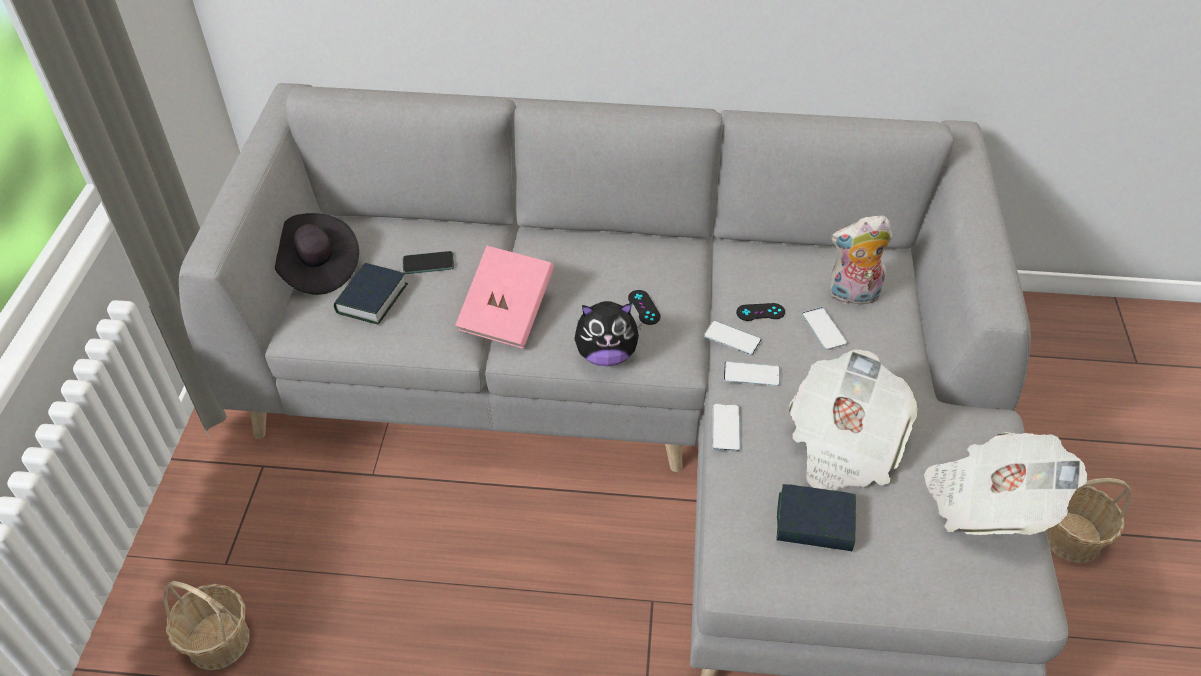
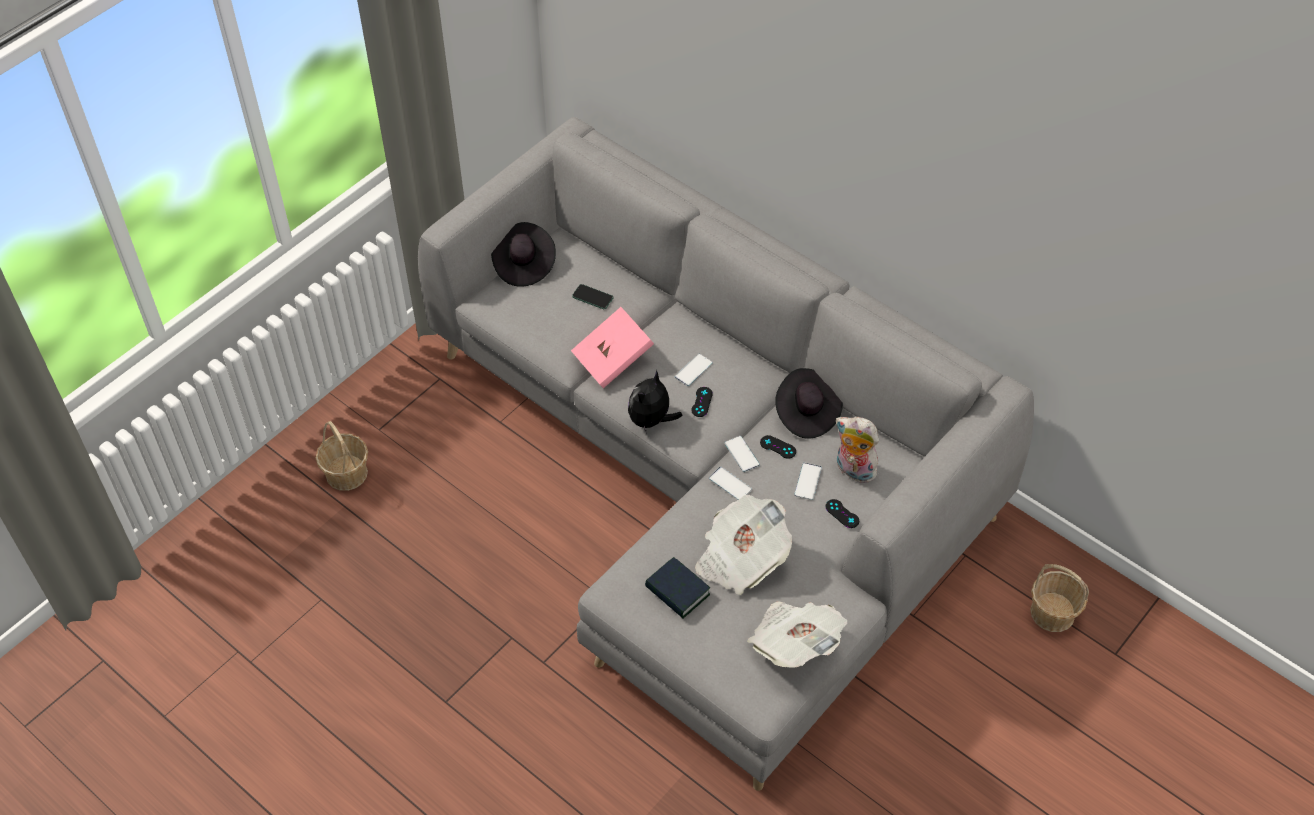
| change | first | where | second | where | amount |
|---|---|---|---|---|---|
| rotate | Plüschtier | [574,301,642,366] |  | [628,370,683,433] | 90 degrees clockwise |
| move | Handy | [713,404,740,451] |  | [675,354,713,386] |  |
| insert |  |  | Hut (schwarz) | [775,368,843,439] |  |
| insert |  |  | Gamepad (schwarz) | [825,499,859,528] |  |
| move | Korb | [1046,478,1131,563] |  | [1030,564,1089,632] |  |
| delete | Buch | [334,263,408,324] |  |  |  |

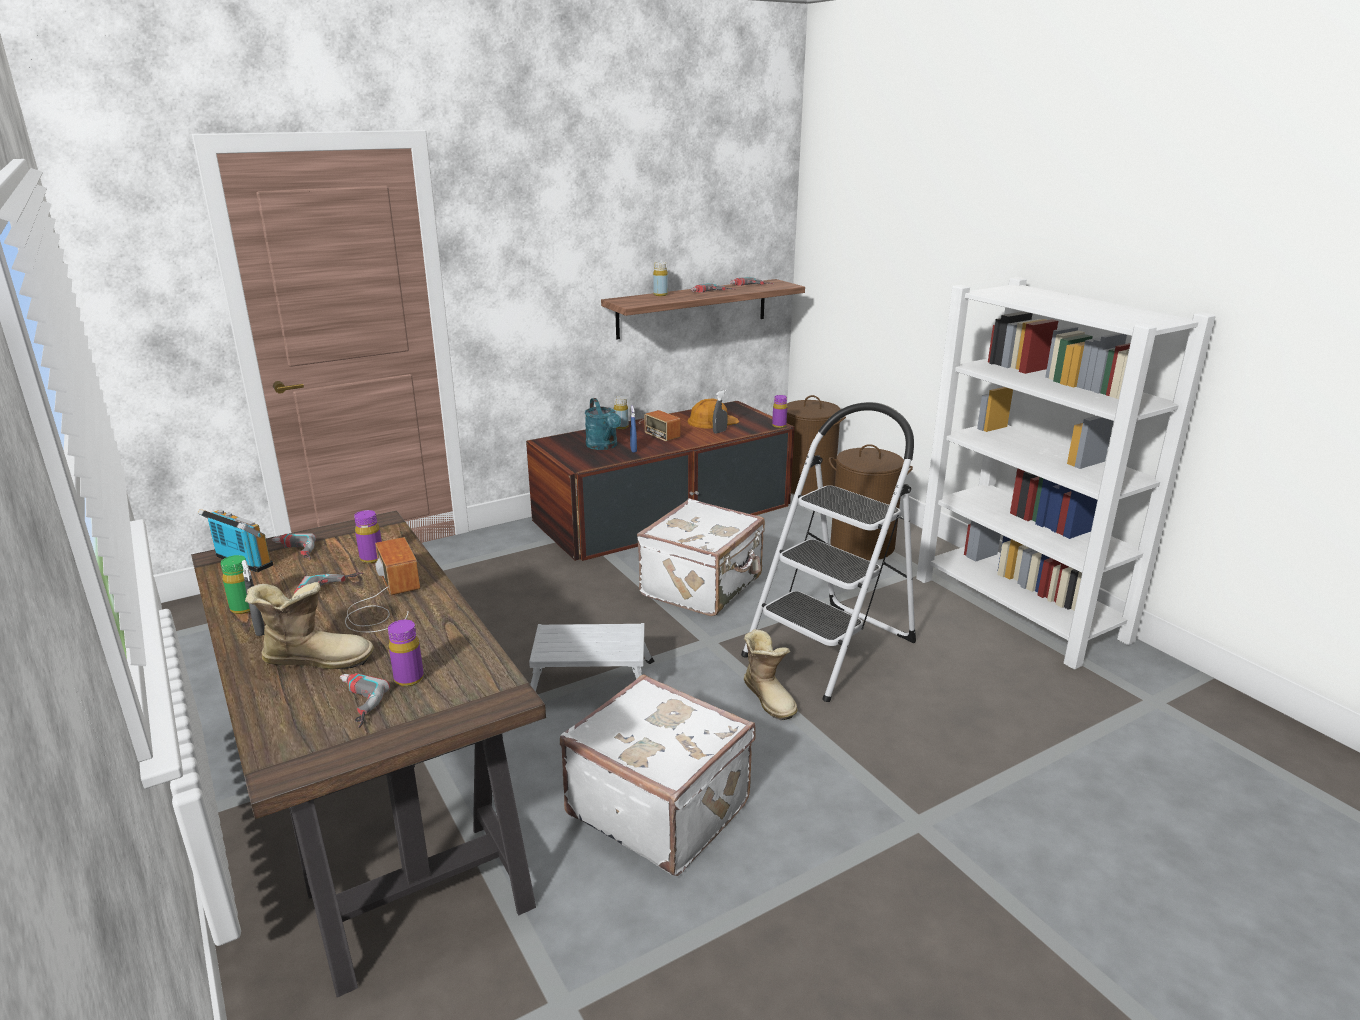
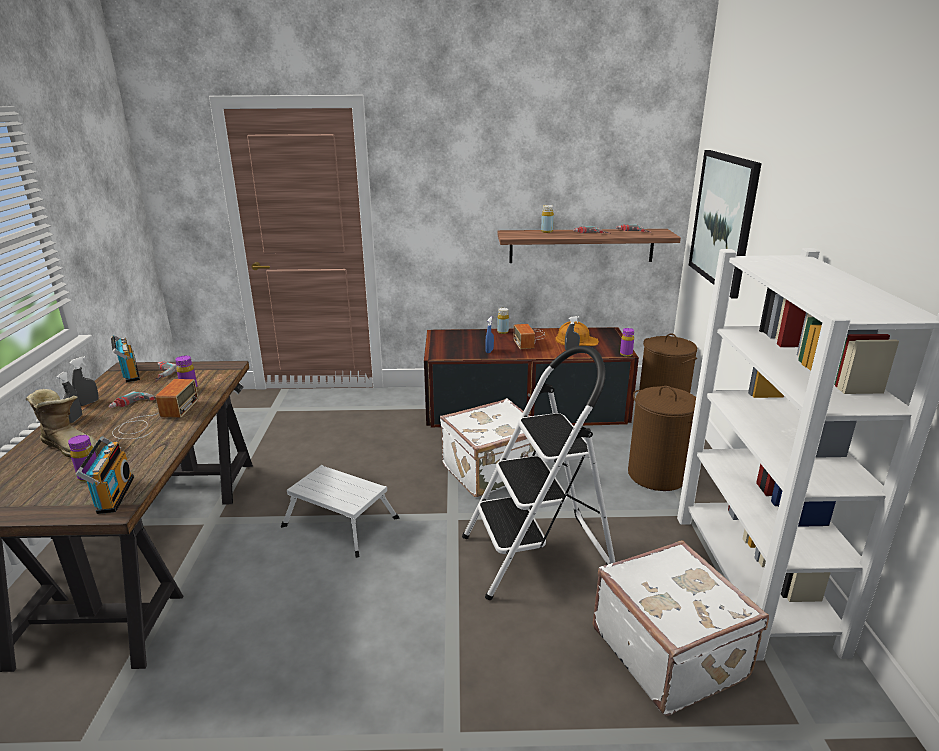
| change | first | where | second | where | amount |
|---|---|---|---|---|---|
| replace | Flasche (grün) | [221,555,250,614] | Sprühflasche (grau) | [70,356,99,406] |  |
| insert |  |  | Radio | [76,436,134,514] |  |
| move | Koffer (weiß) | [560,674,756,876] |  | [593,540,769,716] |  |
| insert |  |  | Bild | [689,150,762,298] |  |
| delete | Bohrmaschine | [340,673,390,728] |  |  |  |
| delete | Gießkanne (türkis) | [585,398,621,450] |  |  |  |
| delete | Stiefel | [744,629,798,720] |  |  |  |

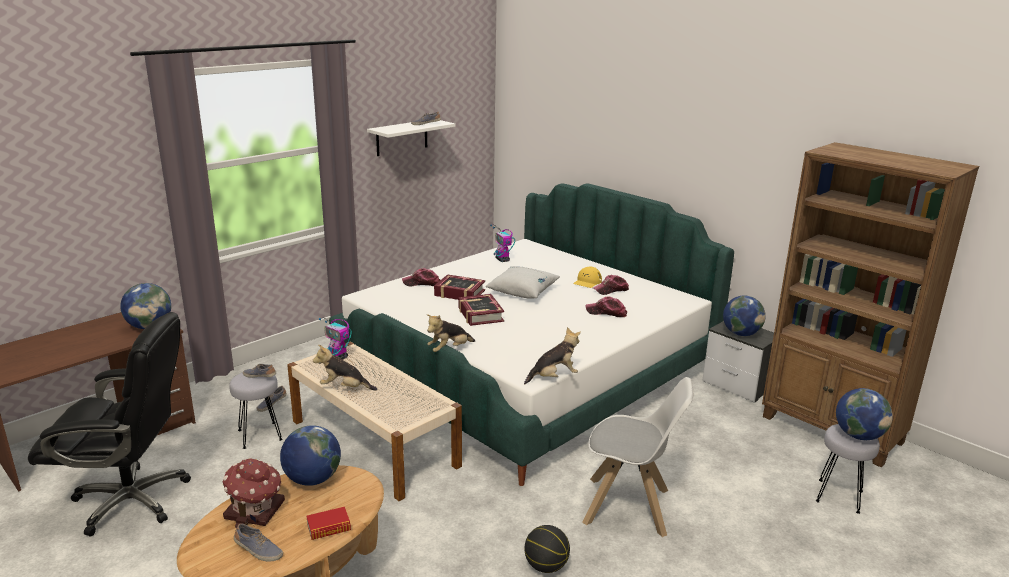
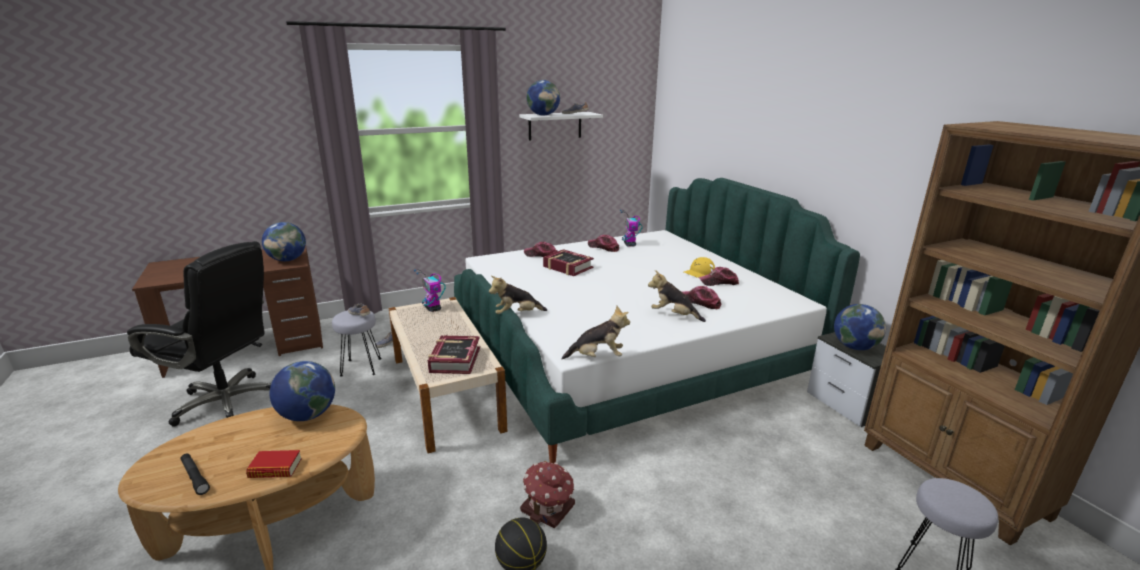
| change | first | where | second | where | amount |
|---|---|---|---|---|---|
| replace | Schuh | [234,523,283,561] | Taschenlampe (schwarz) | [180,454,210,495] |  |
| move | Buch | [458,294,504,326] |  | [428,335,480,374] |  |
| move | Spielzeughaus | [223,458,285,528] |  | [520,461,575,528] |  |
| move | Globus | [836,388,893,440] |  | [526,80,560,116] |  |
| insert |  |  | Kappe | [588,235,619,252] |  |
| move | Plüschtier | [313,345,377,391] |  | [648,270,706,322] |  |
| delete | Kissen (grau) | [486,266,560,299] |  |  |  |
| delete | Stuhl | [582,377,693,537] |  |  |  |

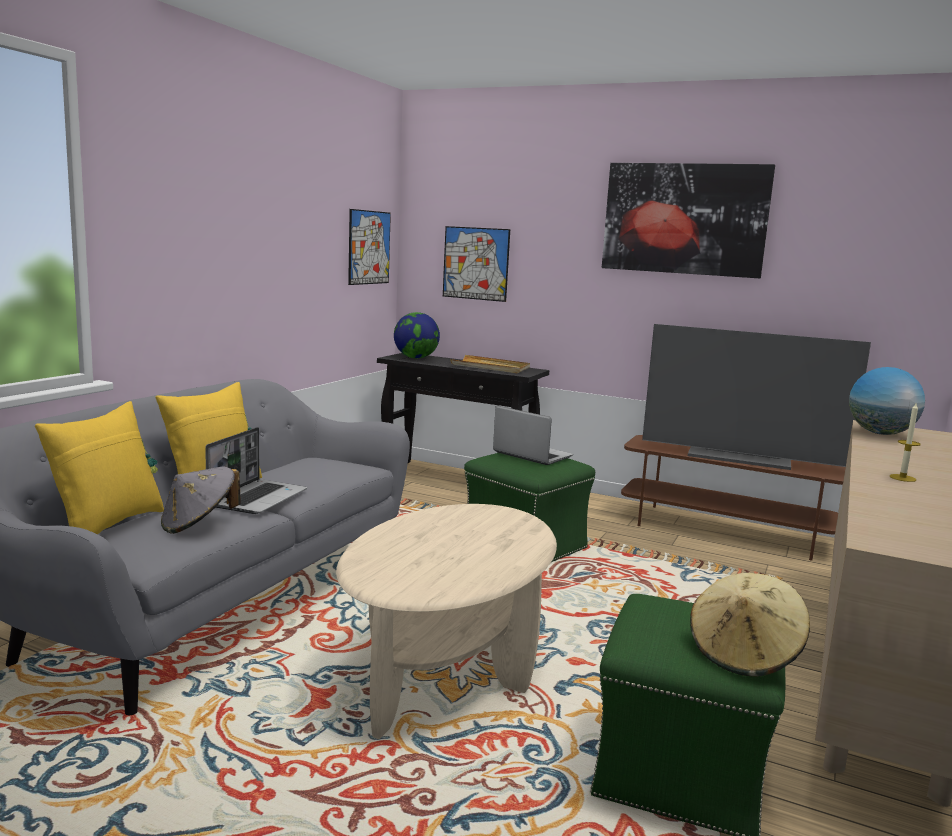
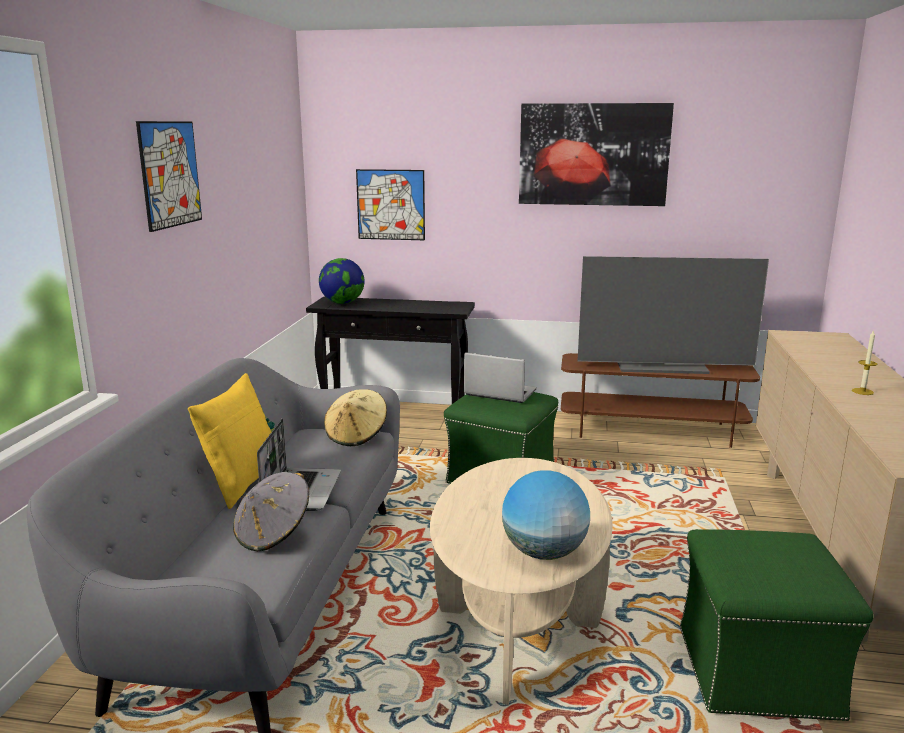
| change | first | where | second | where | amount |
|---|---|---|---|---|---|
| move | Bild | [348,209,391,285] |  | [136,121,202,232] |  |
| move | Hut (beige) | [690,573,810,677] |  | [324,389,387,446] |  |
| move | Globus | [849,367,925,435] |  | [502,470,590,560] |  |
| delete | Kissen (gelb) | [35,401,164,534] |  |  |  |
| delete | Tablett (beige) | [450,355,530,373] |  |  |  |

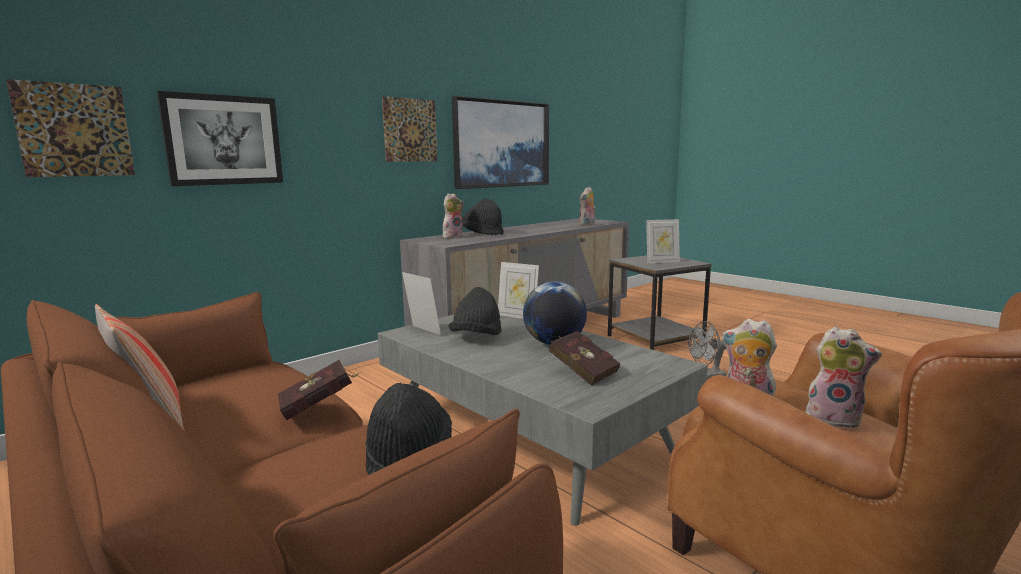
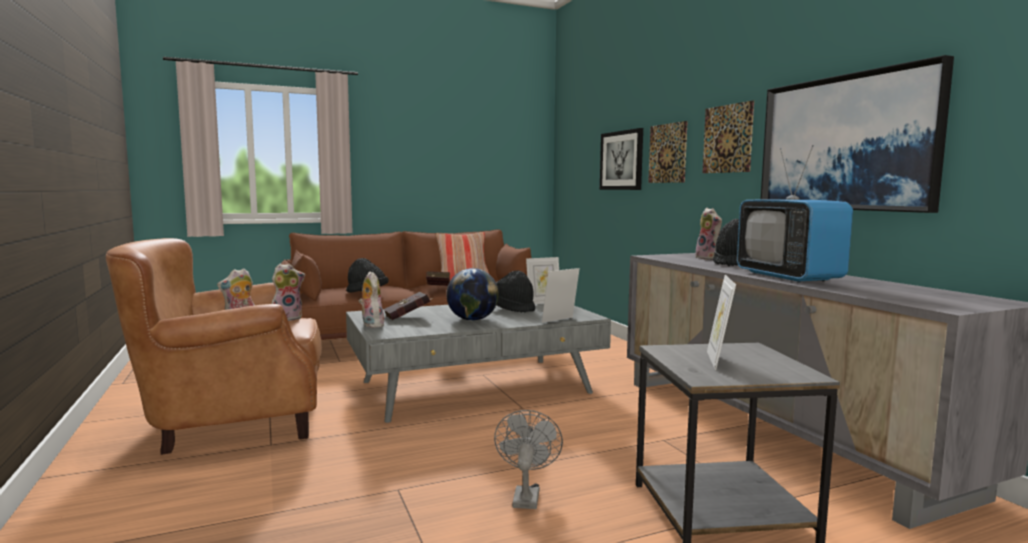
| change | first | where | second | where | amount |
|---|---|---|---|---|---|
| move | Plüschtier | [579,187,596,226] |  | [358,271,384,328] |  |
| move | Bild | [6,79,135,177] |  | [648,121,688,183] |  |
| insert |  |  | Fernseher | [737,145,853,283] |  |

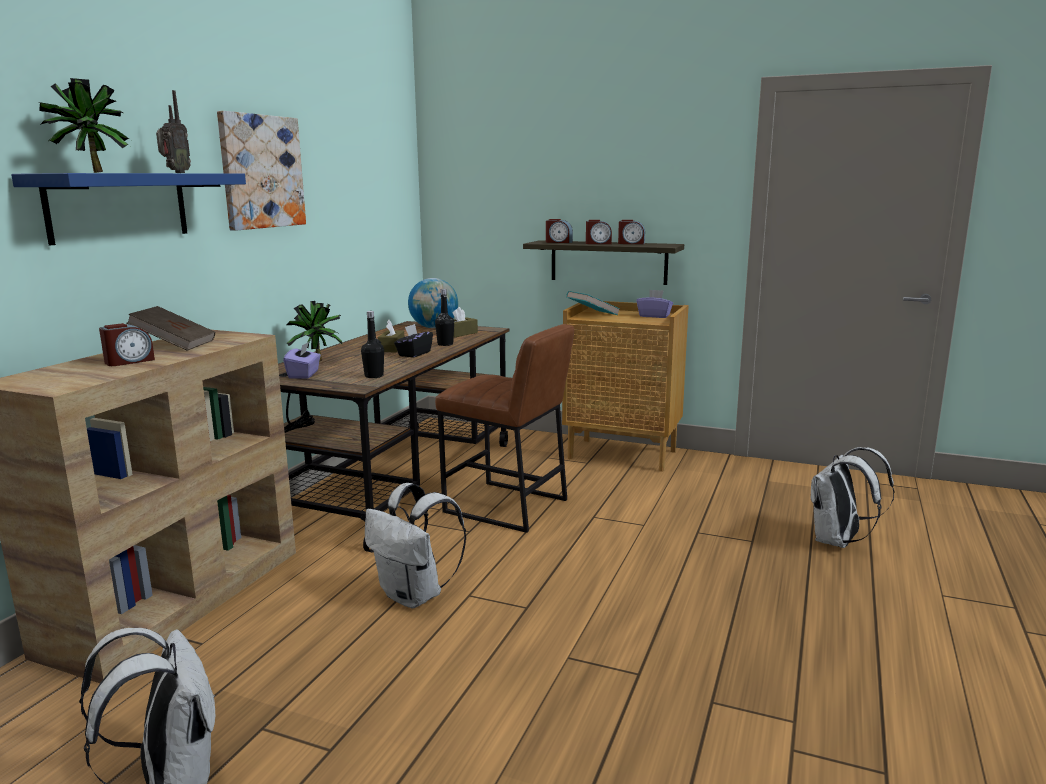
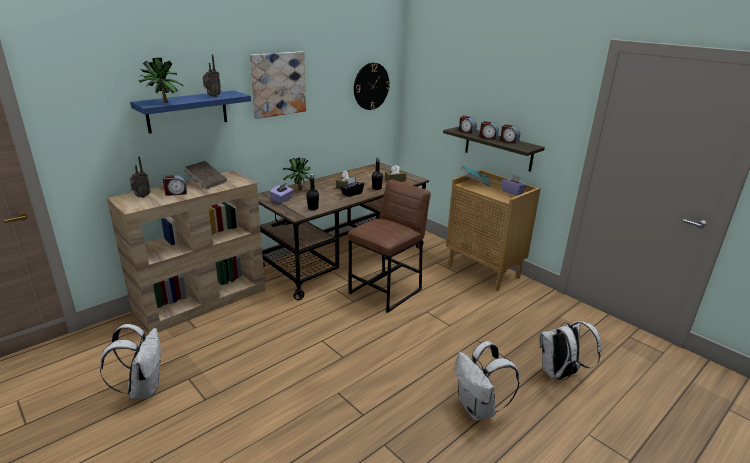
| change | first | where | second | where | amount |
|---|---|---|---|---|---|
| insert |  |  | Radio | [130,157,151,198] |  |
| rotate | Stuhl (braun) | [435,324,574,533] |  | [348,180,431,313] | 105 degrees counterclockwise |
| insert |  |  | Wanduhr | [354,63,390,110] |  |
| move | Rucksack (weiß) | [365,483,466,609] |  | [455,341,520,421] |  |
| delete | Globus | [408,278,458,328] |  |  |  |

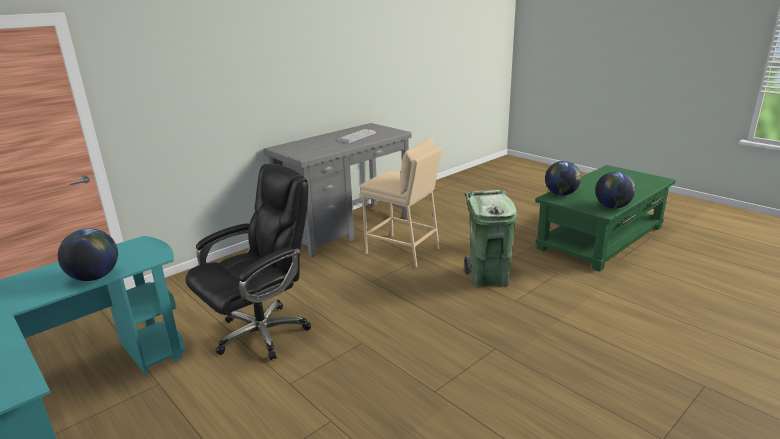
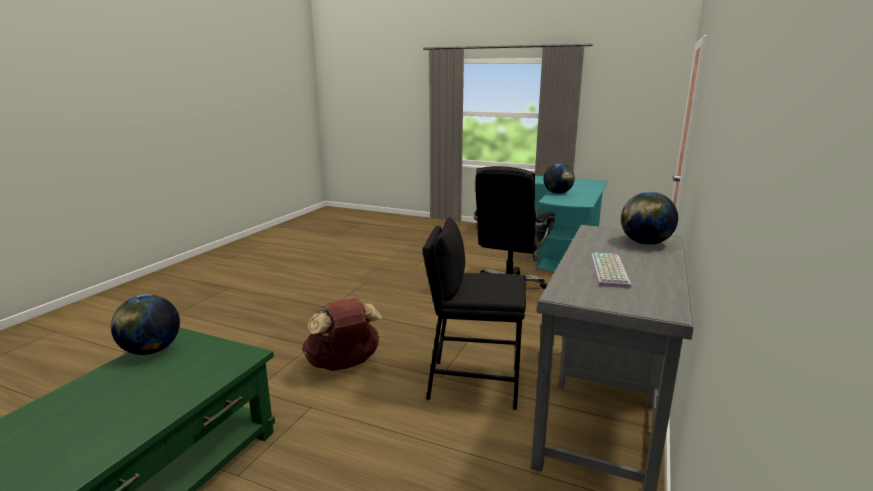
| change | first | where | second | where | amount |
|---|---|---|---|---|---|
| replace | Mülleimer (grün) | [464,190,518,287] | Rucksack (braun) | [302,298,382,371] |  |
| recolor | Hocker (beige) | [360,138,442,267] | Hocker (schwarz) | [422,217,526,410] |  |
| move | Globus | [545,161,581,196] |  | [621,192,678,245] |  |

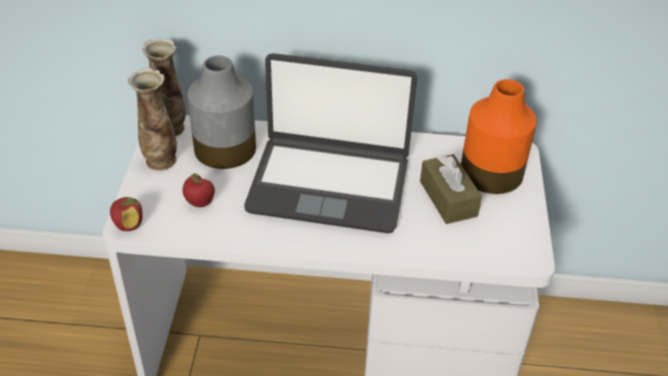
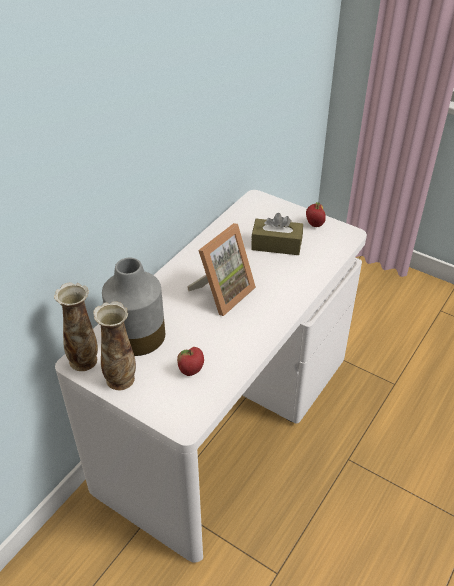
| change | first | where | second | where | amount |
|---|---|---|---|---|---|
| replace | Laptop | [244,53,417,233] | Bilderrahmen | [187,223,256,316] |  |
| move | Apfel | [110,197,143,231] |  | [306,202,326,227] |  |
| delete | Vase (orange) | [461,79,537,194] |  |  |  |

